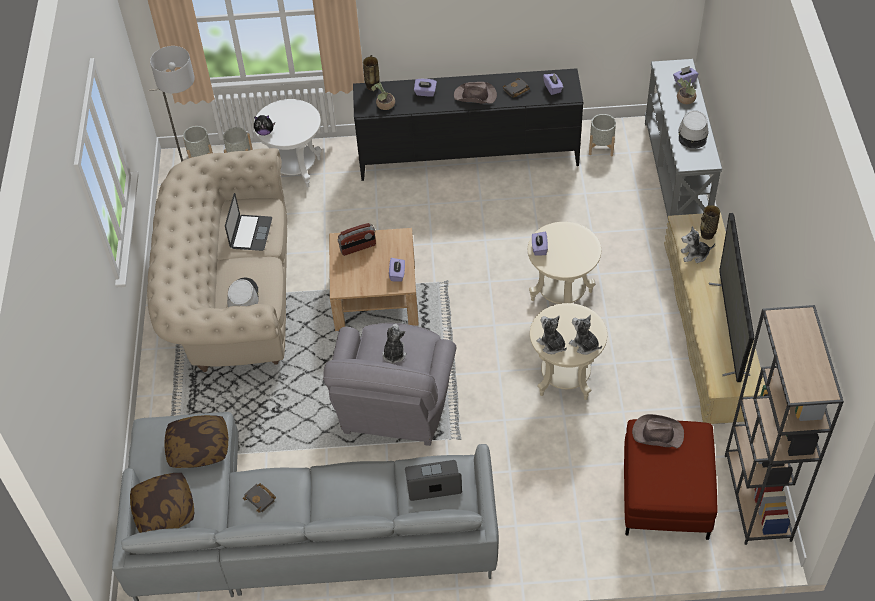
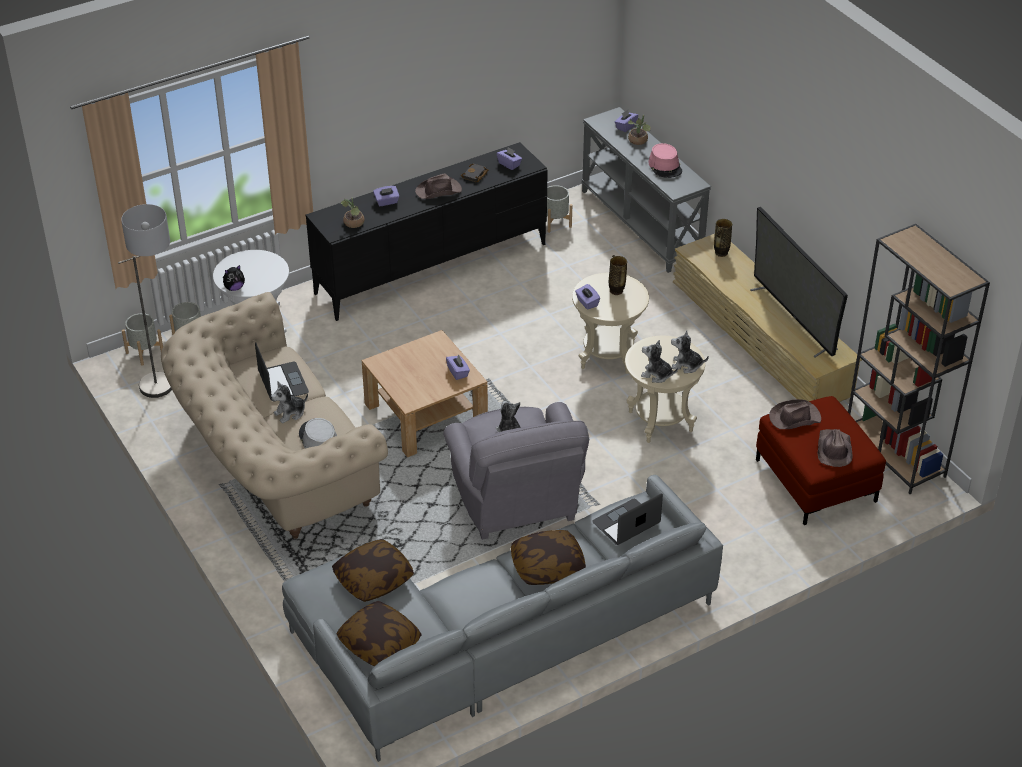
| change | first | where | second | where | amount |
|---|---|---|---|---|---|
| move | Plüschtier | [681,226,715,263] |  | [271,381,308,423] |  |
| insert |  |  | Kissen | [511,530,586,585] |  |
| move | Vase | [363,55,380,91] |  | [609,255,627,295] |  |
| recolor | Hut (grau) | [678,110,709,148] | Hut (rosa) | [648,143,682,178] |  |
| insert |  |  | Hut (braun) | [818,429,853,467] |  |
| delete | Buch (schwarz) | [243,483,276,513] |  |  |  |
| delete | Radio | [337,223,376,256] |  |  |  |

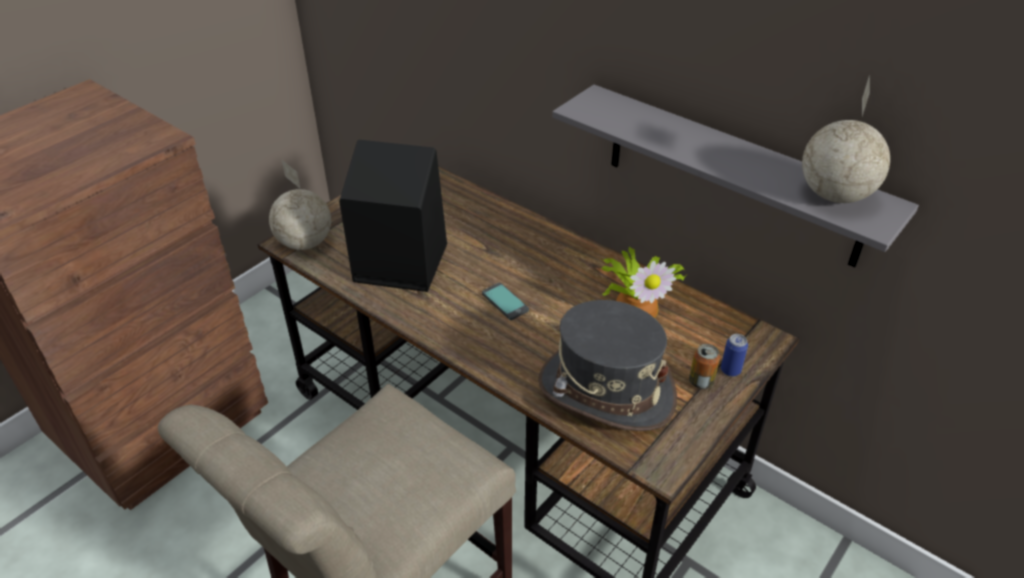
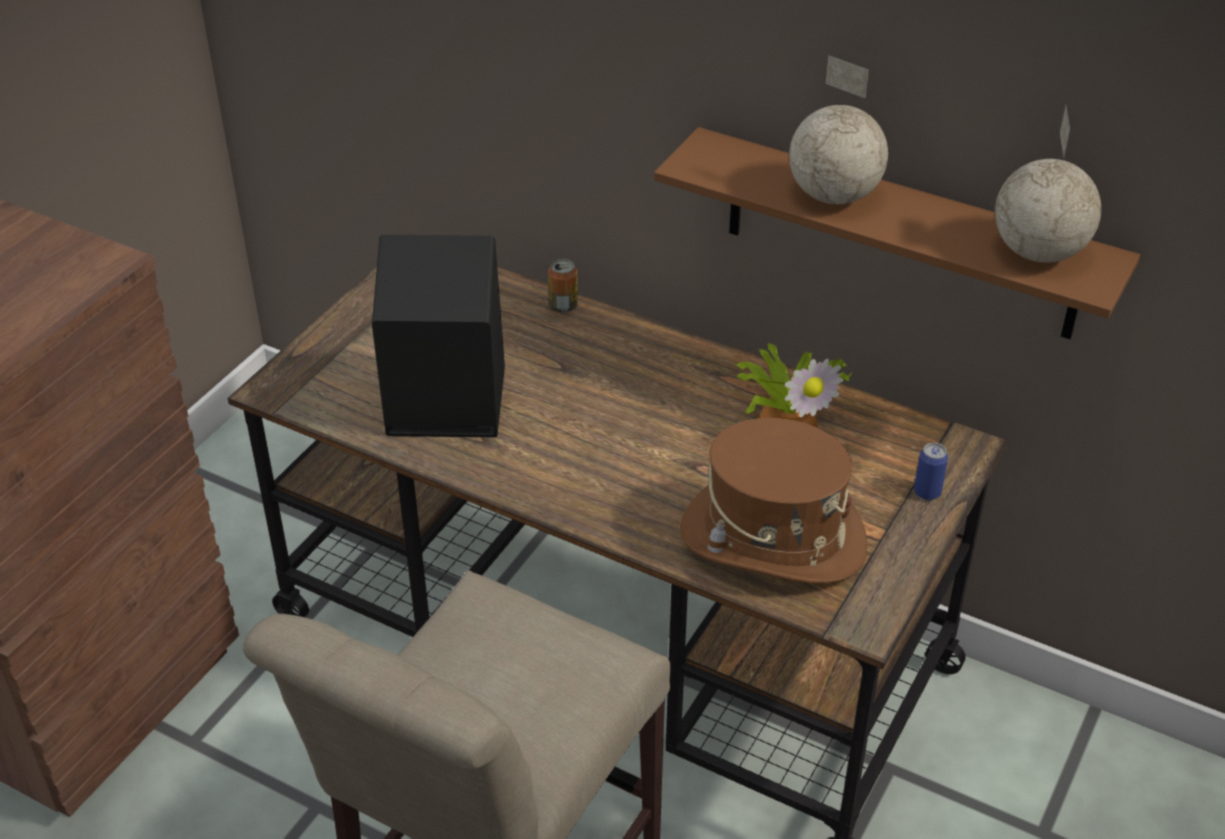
| change | first | where | second | where | amount |
|---|---|---|---|---|---|
| move | Dose | [689,344,720,389] |  | [548,259,578,313] |  |
| recolor | Wandregal (grau) | [552,84,919,267] | Wandregal (braun) | [654,127,1140,339] |  |
| recolor | Hut (grau) | [538,300,677,431] | Hut (braun) | [680,418,868,584] |  |
| move | Globus | [269,160,331,250] |  | [789,55,888,204] |  |
| delete | Handy | [482,283,529,320] |  |  |  |

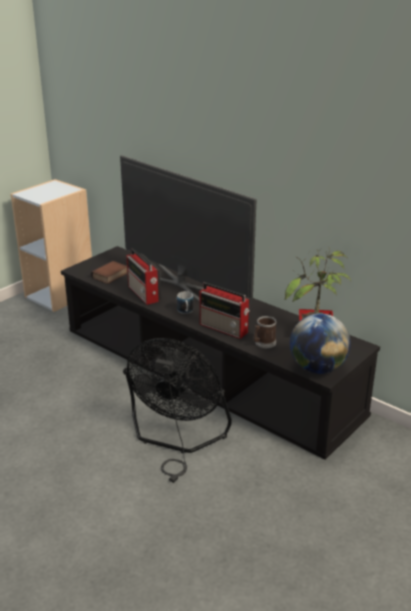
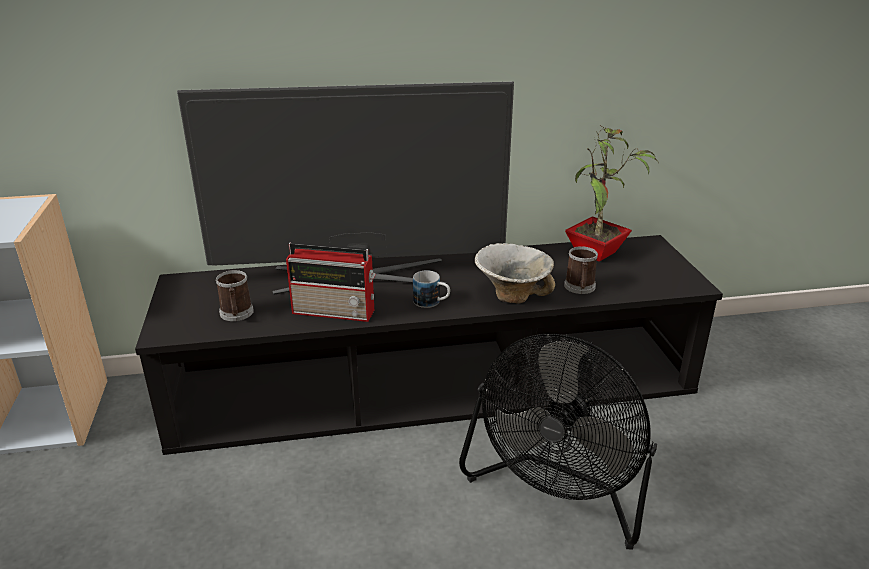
| change | first | where | second | where | amount |
|---|---|---|---|---|---|
| replace | Buch | [91,261,127,284] | Henkelbecher | [215,270,254,321] |  |
| rotate | Ventilator (schwarz) | [123,338,232,483] |  | [459,334,657,549] | 120 degrees counterclockwise |
| replace | Radio | [200,282,250,339] | Schüssel | [475,243,555,304] |  |
| delete | Globus | [290,313,351,374] |  |  |  |

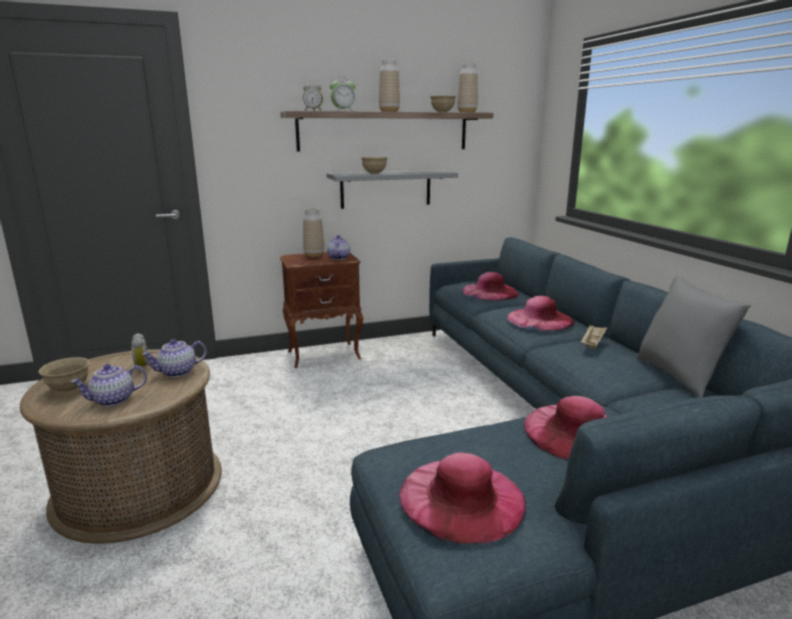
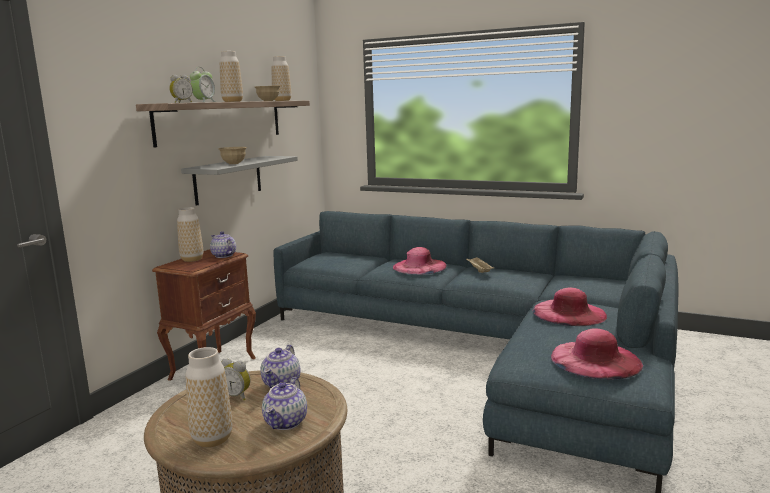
| change | first | where | second | where | amount |
|---|---|---|---|---|---|
| replace | Schüssel (beige) | [38,357,90,392] | Vase | [186,347,233,447] |  |
| delete | Hut (rosa) | [462,272,519,301] |  |  |  |
| delete | Kissen (grau) | [637,275,751,397] |  |  |  |

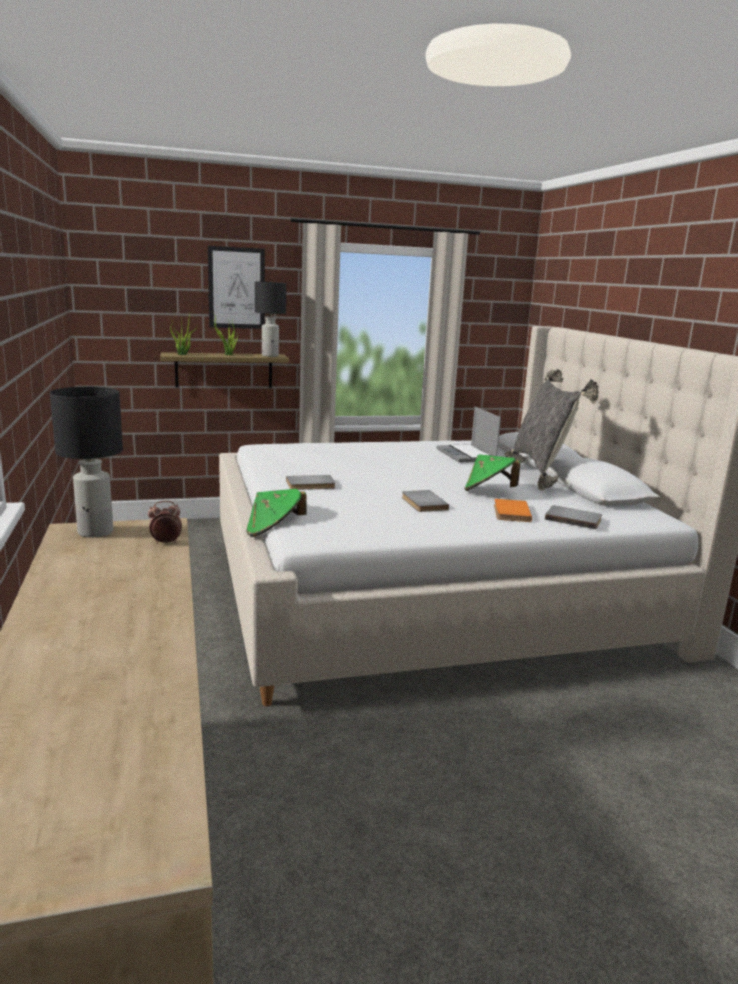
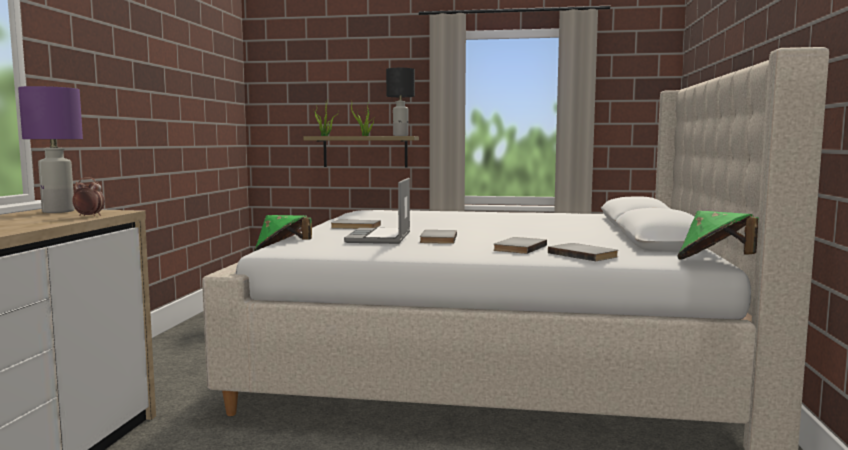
| change | first | where | second | where | amount |
|---|---|---|---|---|---|
| recolor | Tischlampe (schwarz) | [50,387,123,538] | Tischlampe (lila) | [18,86,83,213] |  |
| move | Laptop | [436,407,501,463] |  | [344,178,410,244] |  |
| recolor | Buch (orange) | [494,499,532,522] | Buch (grau) | [493,237,547,254] |  |
| move | Hut (grün) | [464,454,521,491] |  | [678,211,758,260] |  |
| delete | Bild | [208,246,265,329] |  |  |  |
| delete | Kissen | [504,369,599,491] |  |  |  |

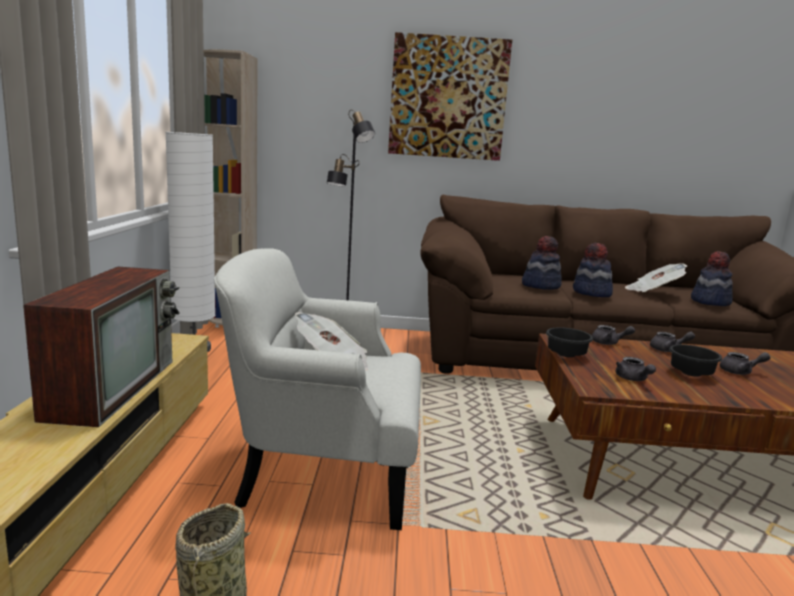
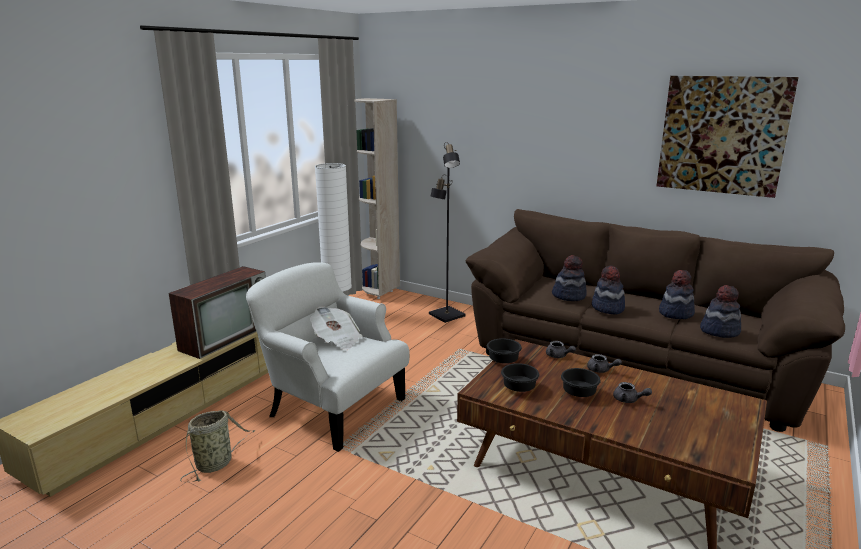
| change | first | where | second | where | amount |
|---|---|---|---|---|---|
| replace | Teekanne (grau) | [615,357,656,381] | Schüssel (schwarz) | [501,363,539,392] |  |
| move | Bild | [388,32,512,161] |  | [656,76,799,198] |  |
| replace | Zeitung | [625,263,687,292] | Hut | [659,270,695,319] |  |

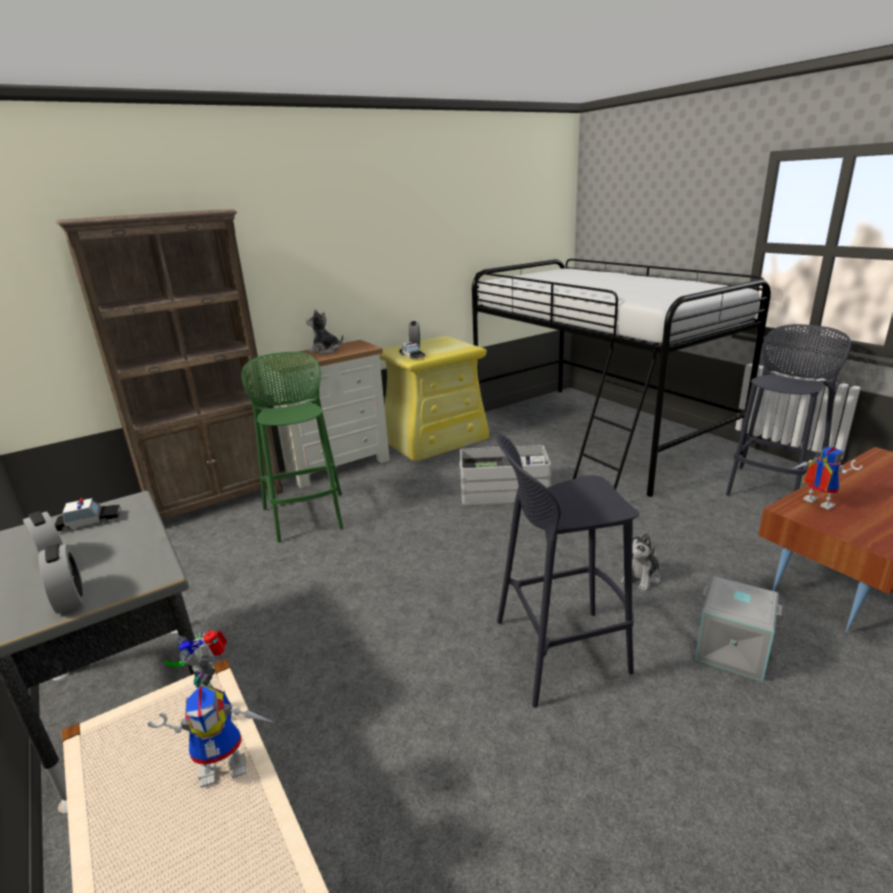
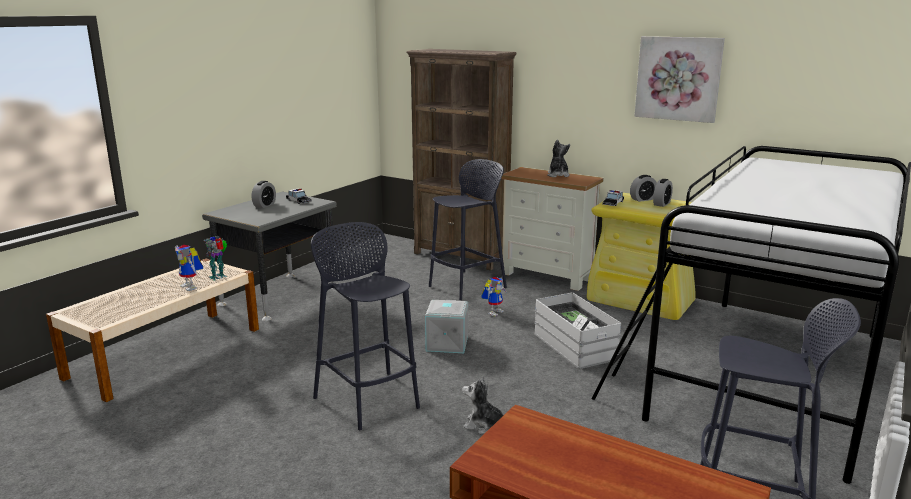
| change | first | where | second | where | amount |
|---|---|---|---|---|---|
| move | Aufbewahrungsbox (grau) | [695,576,782,682] |  | [425,300,468,353] |  |
| recolor | Hocker (grün) | [242,352,343,543] | Hocker (grau) | [429,159,507,300] |  |
| move | Spielzeugroboter | [791,447,863,510] |  | [481,277,506,316] |  |
| insert |  |  | Bild | [634,36,725,123] |  |
| move | Wecker | [39,543,84,614] |  | [653,179,673,207] |  |

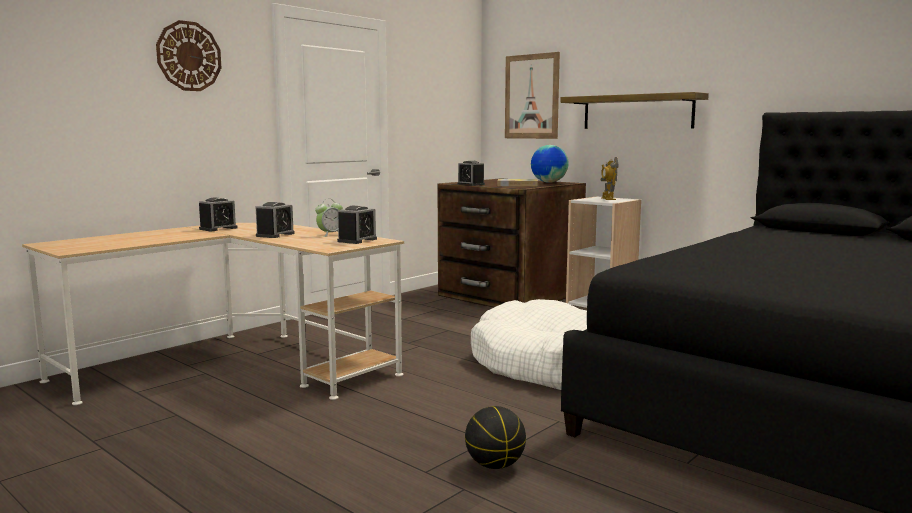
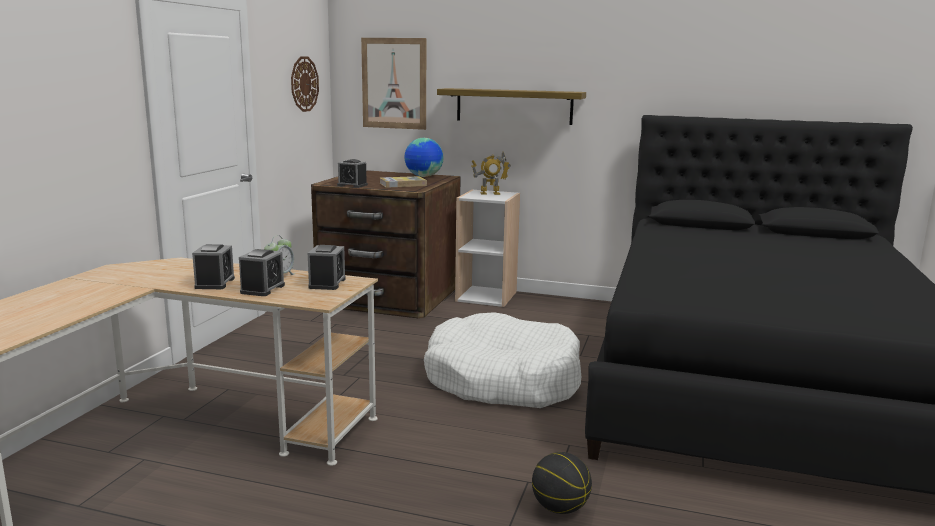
| change | first | where | second | where | amount |
|---|---|---|---|---|---|
| move | Wecker | [199,198,238,231] |  | [239,249,285,296] |  |
| move | Wanduhr | [156,20,221,91] |  | [291,56,319,112] |  |
| rotate | Spielzeugroboter | [601,157,618,200] |  | [472,152,511,195] | 60 degrees counterclockwise |

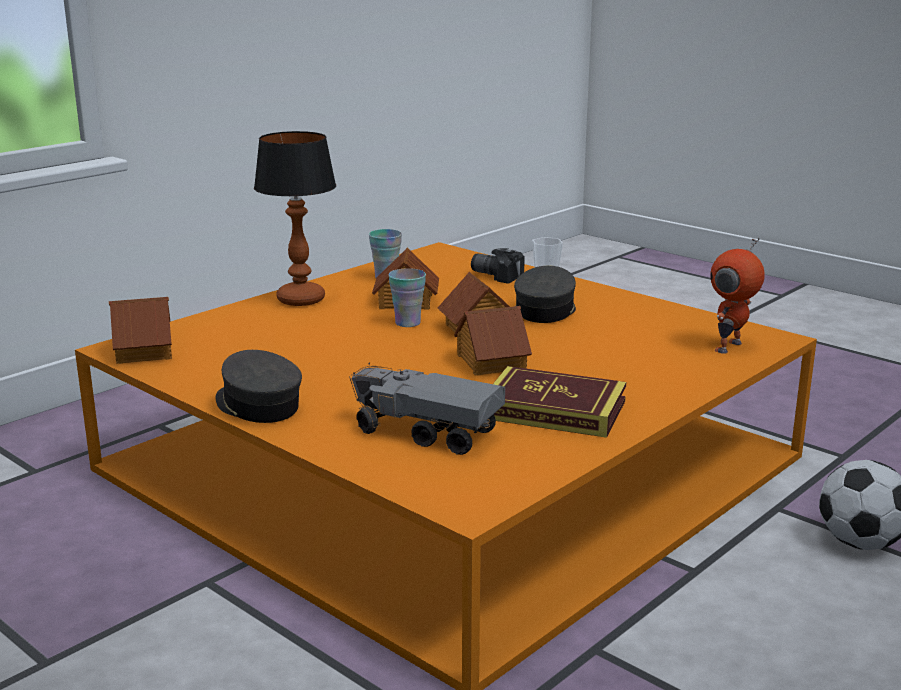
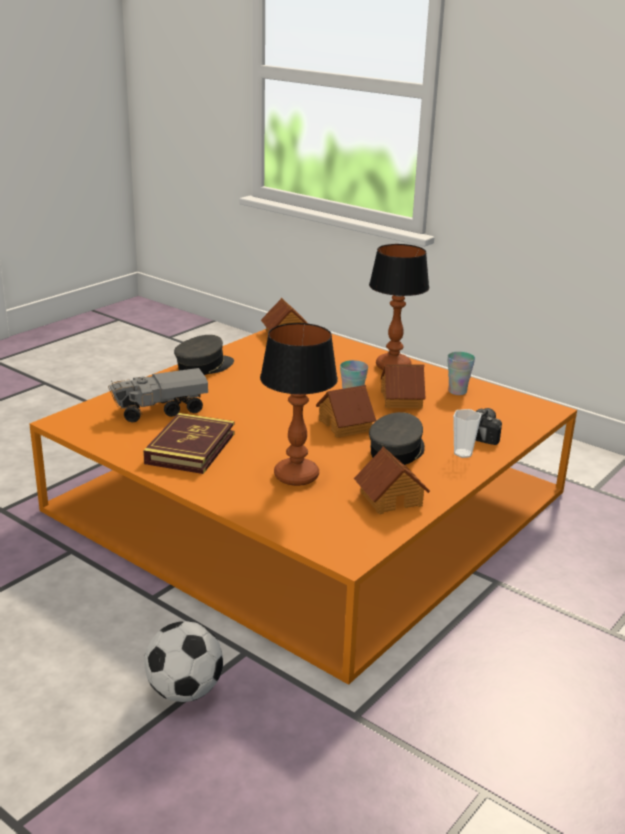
| change | first | where | second | where | amount |
|---|---|---|---|---|---|
| rotate | Spielzeuglaster | [349,362,505,455] |  | [108,368,208,422] | 135 degrees counterclockwise |
| insert |  |  | Tischlampe | [260,323,338,486] |  |
| move | Spielzeughaus | [454,306,532,375] |  | [354,447,430,514] |  |
| rotate | Kappe (grau) | [514,266,576,323] |  | [369,412,425,465] | 75 degrees counterclockwise |
| delete | Spielzeugroboter | [710,237,765,354] |  |  |  |

